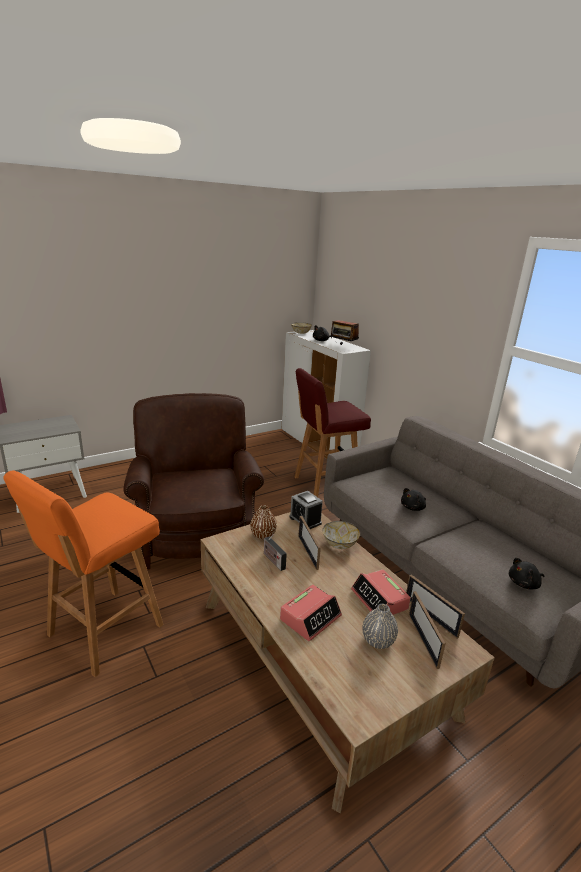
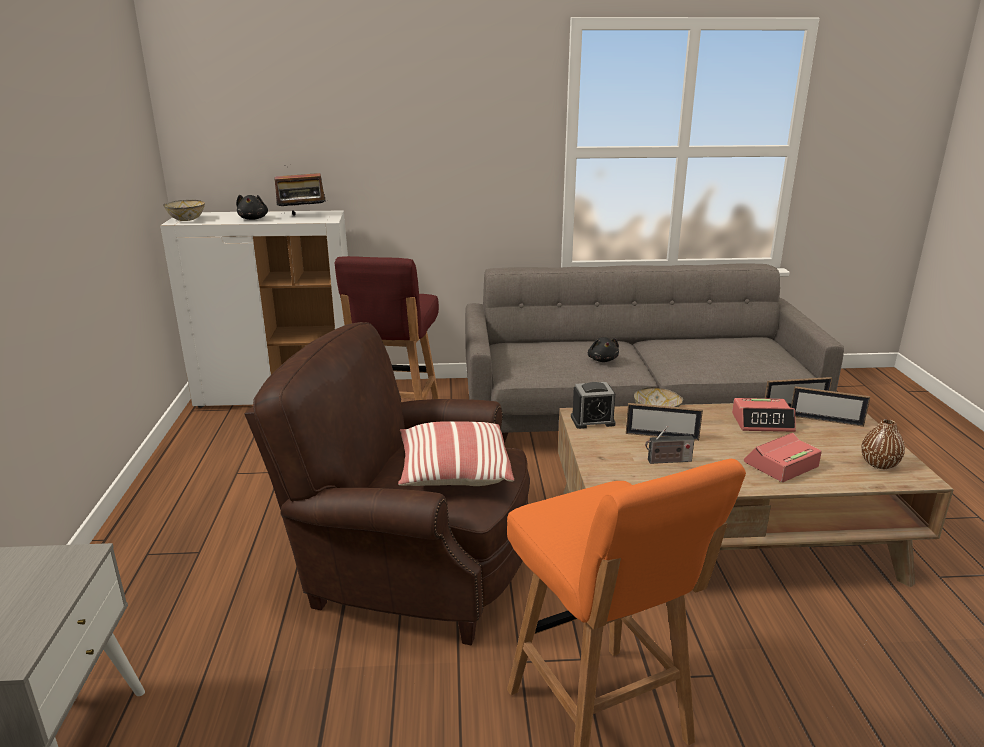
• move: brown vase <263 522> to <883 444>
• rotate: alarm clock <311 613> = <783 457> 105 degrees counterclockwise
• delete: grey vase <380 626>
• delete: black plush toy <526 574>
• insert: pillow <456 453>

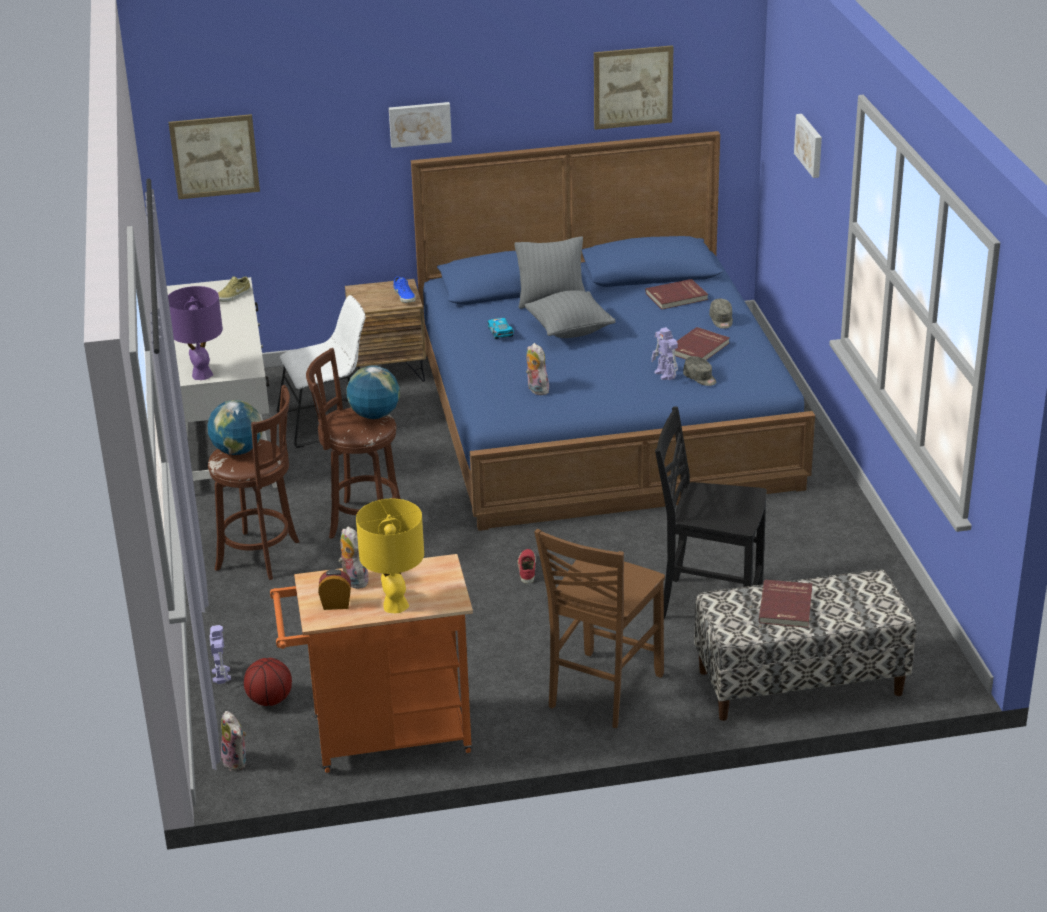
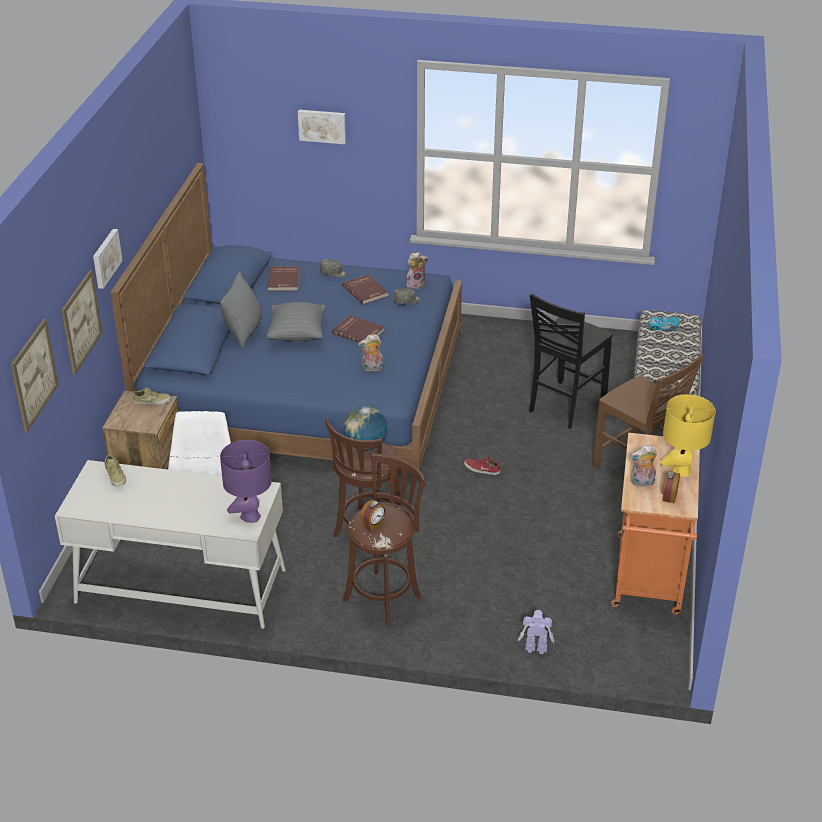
• replace: globe <235 427> to alarm clock <373 516>
• move: plush toy <233 741> to <418 270>
• delete: basketball <268 682>
• recolor: blue shoe <404 290> to beige shoe <152 396>
• move: toy car <501 328> to <664 324>
• move: picture <633 87> to <81 322>
• delete: toy robot <664 353>
• move: red book <785 604> to <358 329>

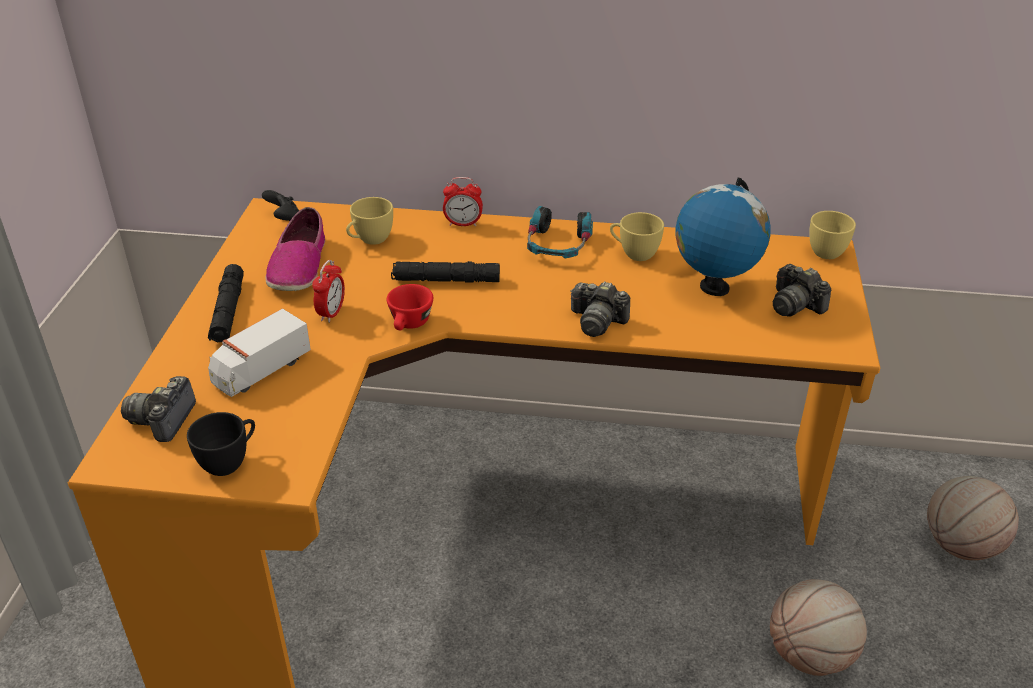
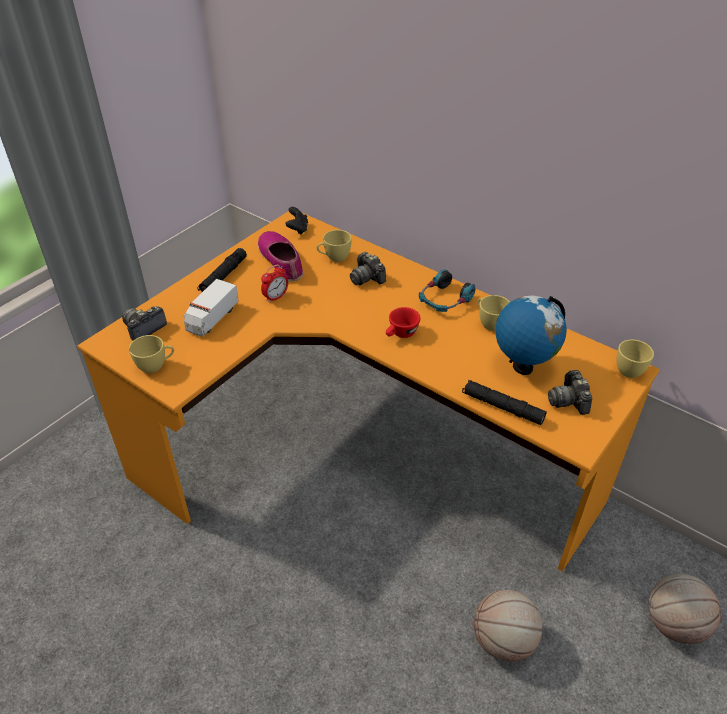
• recolor: black cup <221 444> to yellow cup <151 354>
• rotate: toy truck <259 352> = <211 308> 45 degrees counterclockwise
• rotate: shoe <295 249> = <281 256> 120 degrees clockwise
• move: red cup <409 307> to <403 322>
• move: black flashlight <445 271> to <504 402>
• delete: alarm clock <463 201>
• move: photo camera <600 309> to <368 268>

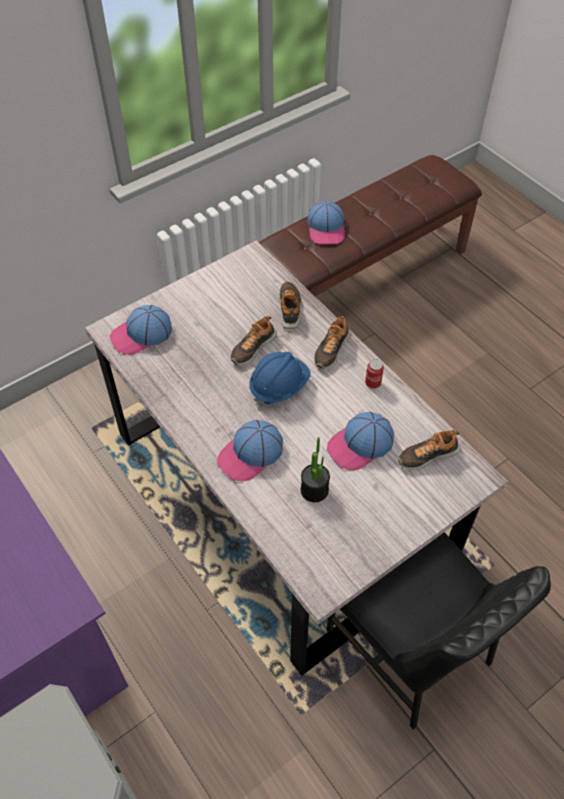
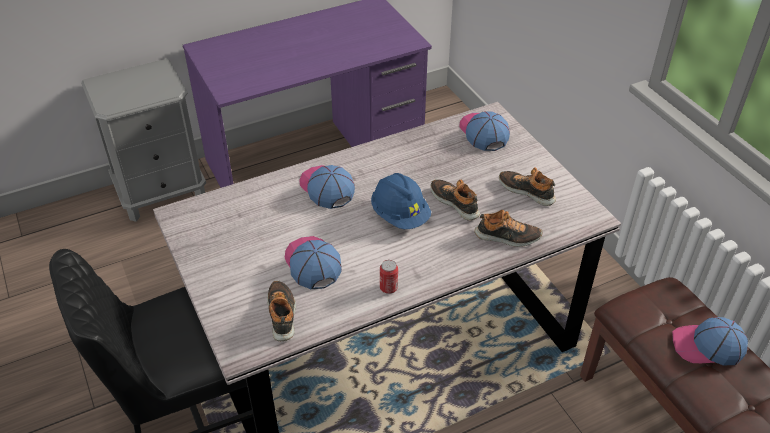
• delete: potted plant <315 469>
• move: shoe <332 342> to <527 186>

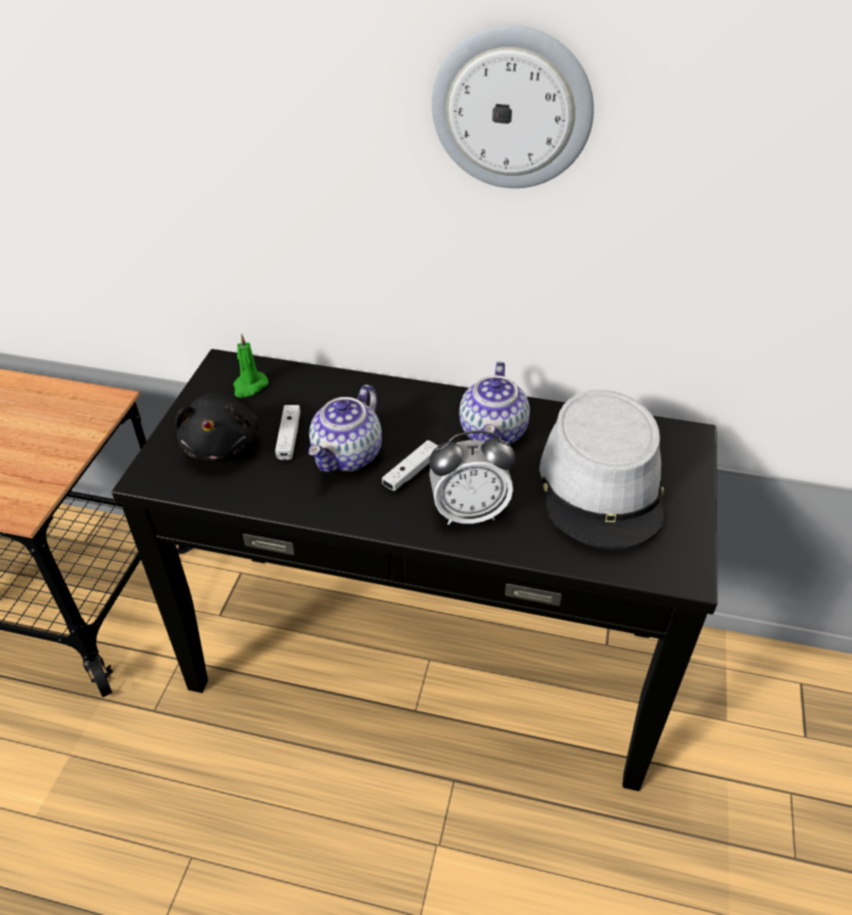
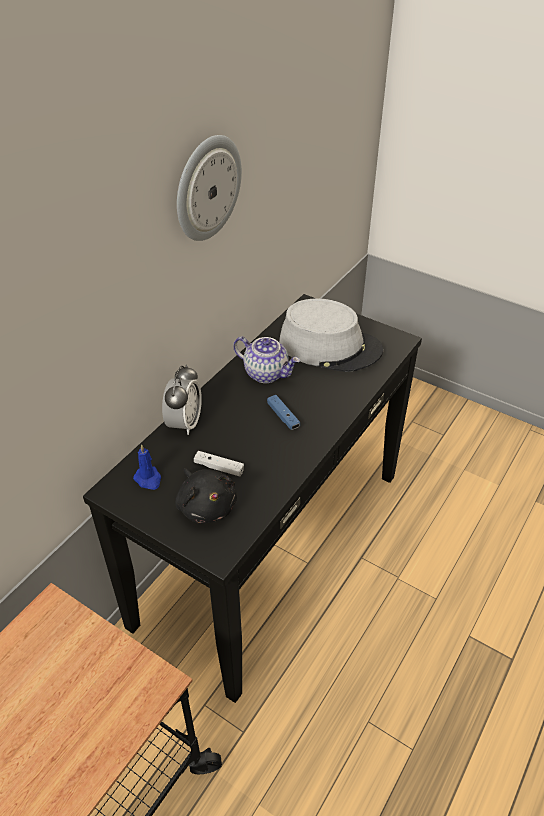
• rotate: black plush toy <217 427> = <206 496> 45 degrees clockwise
• recolor: green candle <251 366> to blue candle <147 467>
• delete: teapot <345 428>
• recolor: white game controller <410 465> to blue game controller <283 412>
• move: alarm clock <472 478> to <182 400>

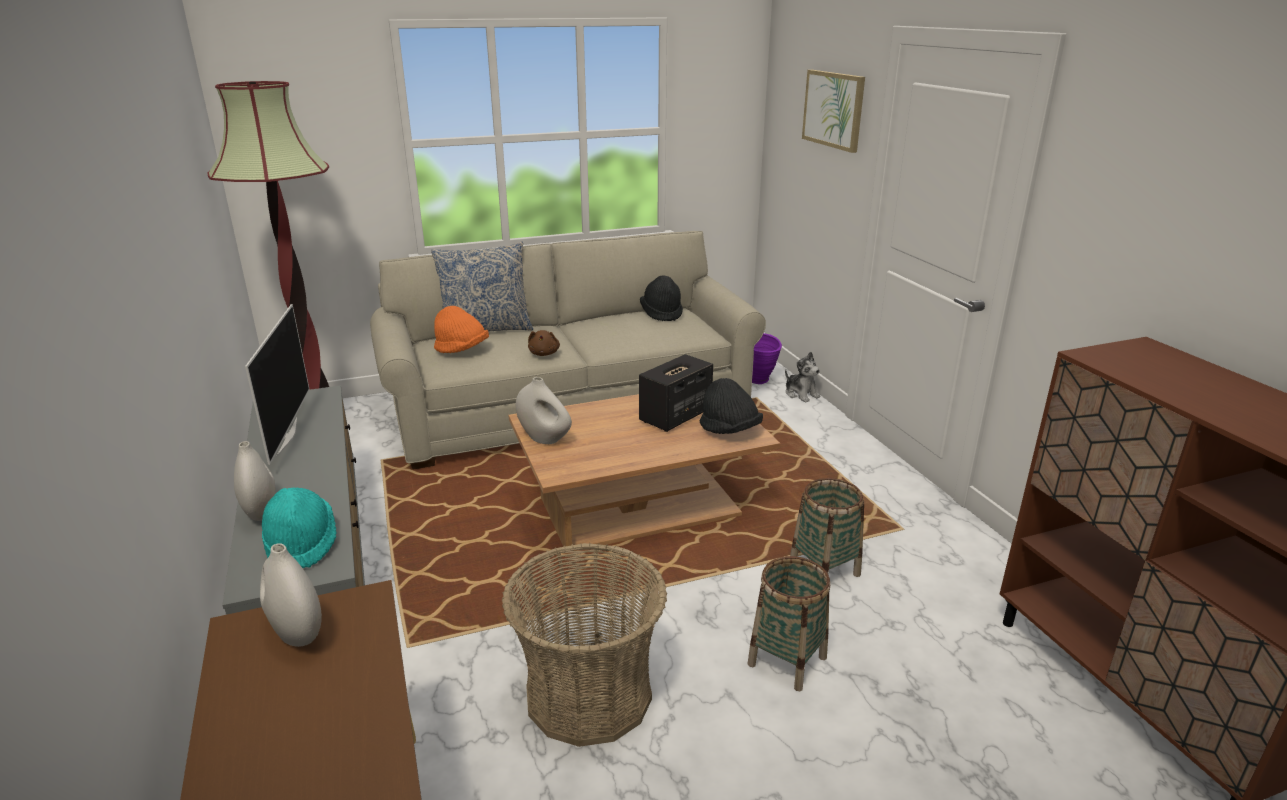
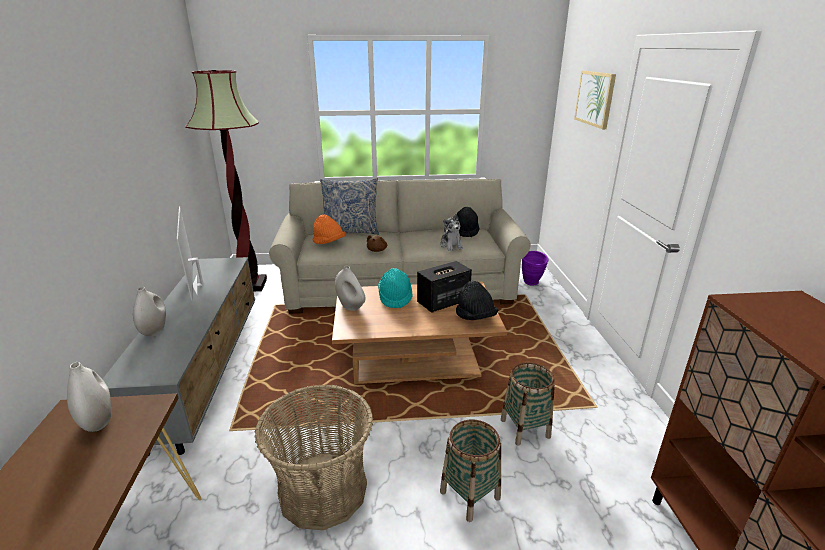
• rotate: television <277 384> = <190 253> 150 degrees clockwise
• move: turquoise hat <299 528> to <395 288>
• move: plush toy <802 377> to <452 232>

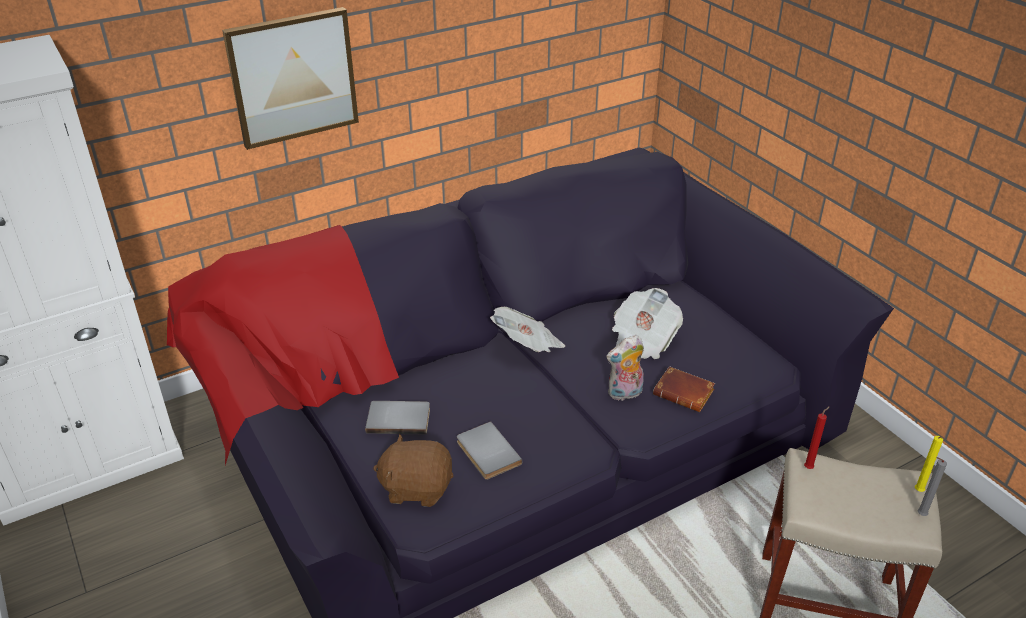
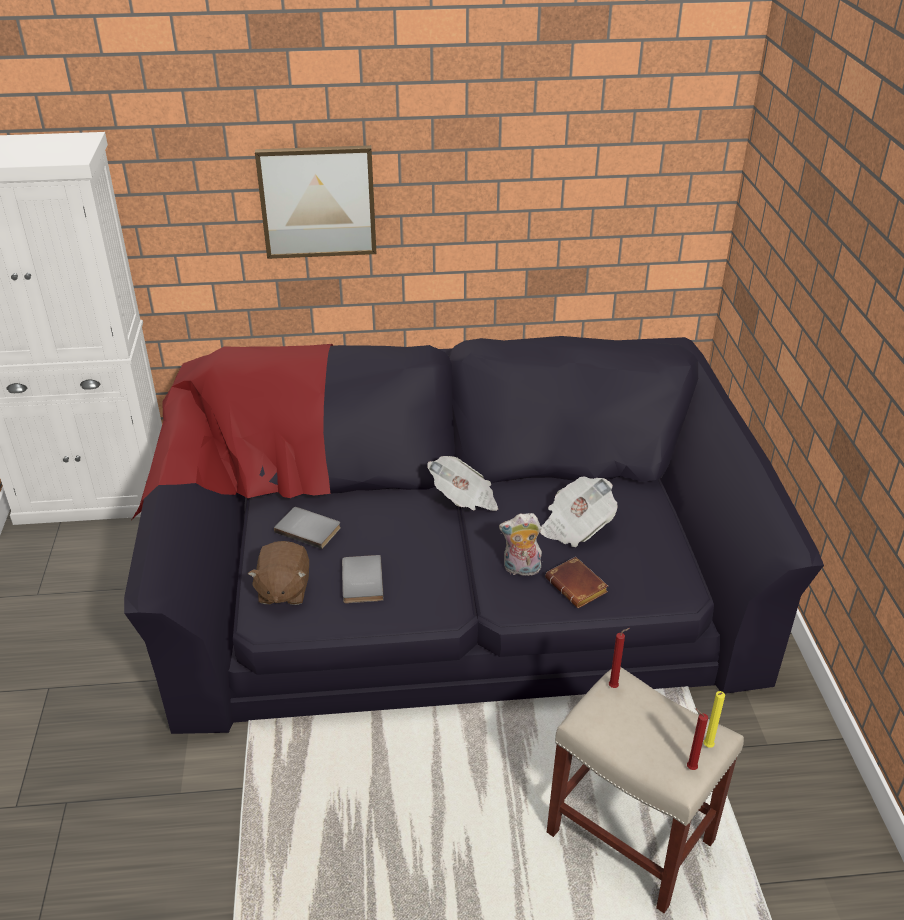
• rotate: brown plush toy <413 470> = <278 573> 120 degrees counterclockwise
• recolor: grey candle <932 486> to red candle <697 739>

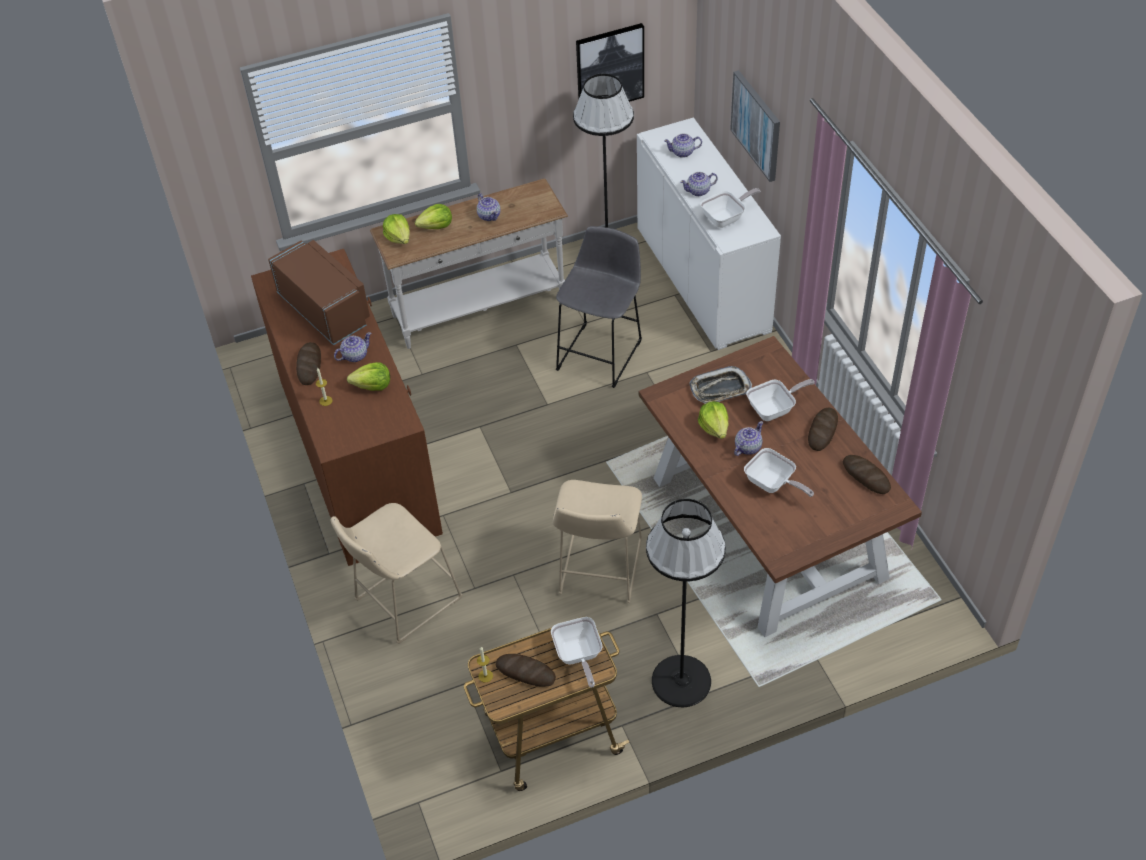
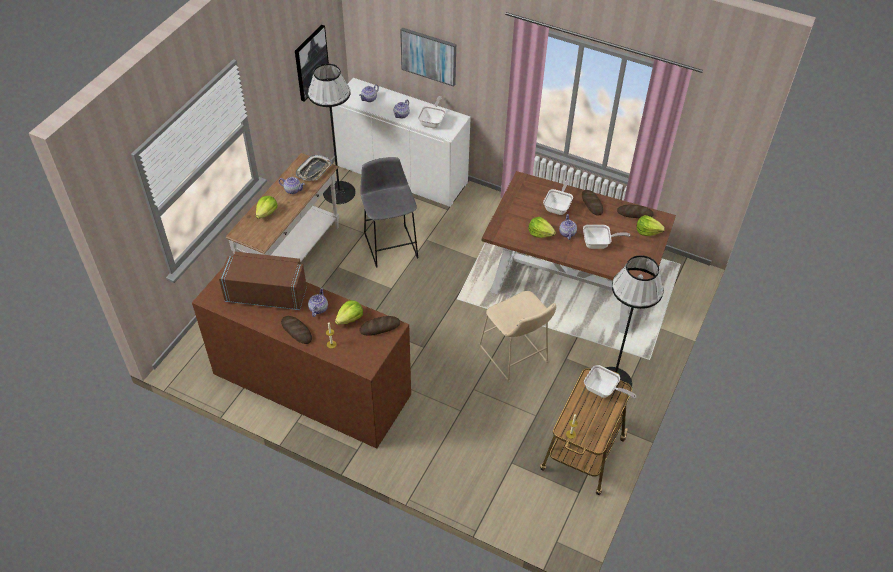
• delete: beige stool <397 573>
• move: lettuce <396 229> to <650 225>
• move: bread <526 670> to <380 326>
• move: tray <721 385> to <314 168>

